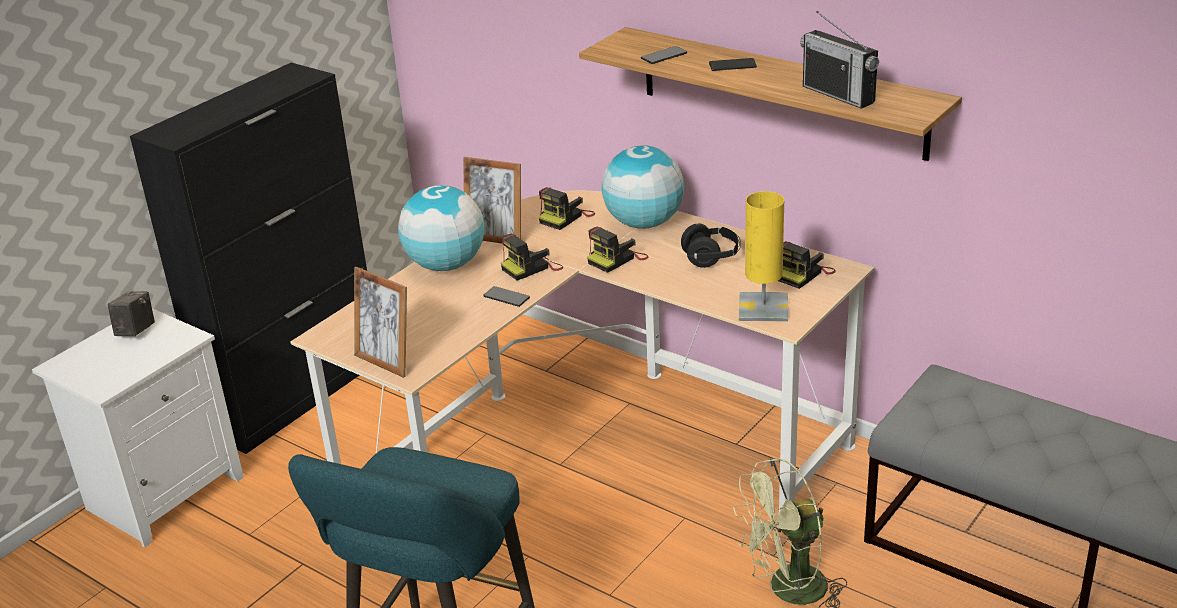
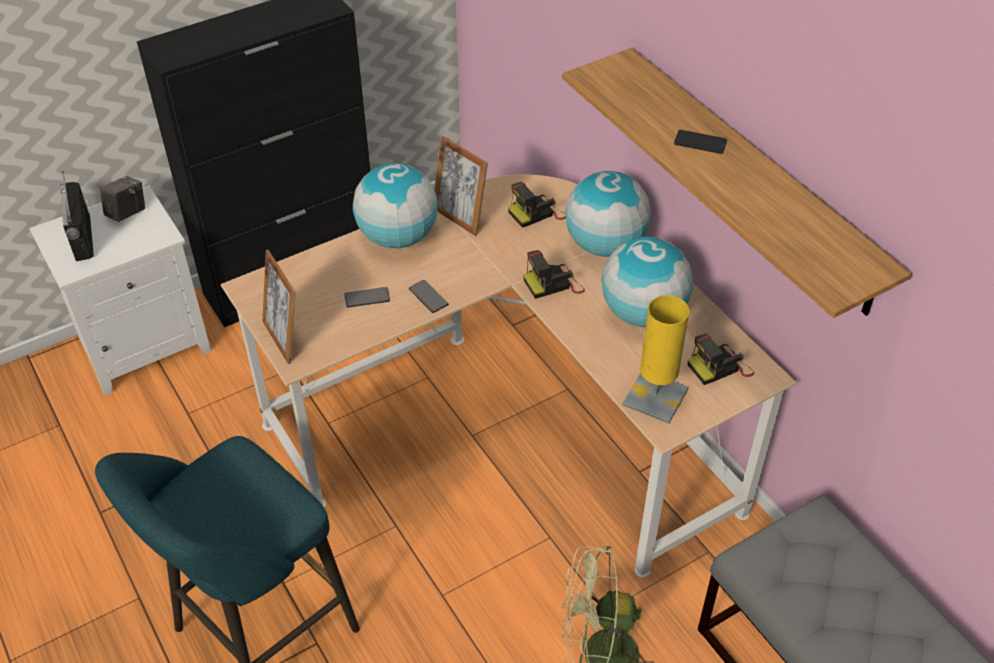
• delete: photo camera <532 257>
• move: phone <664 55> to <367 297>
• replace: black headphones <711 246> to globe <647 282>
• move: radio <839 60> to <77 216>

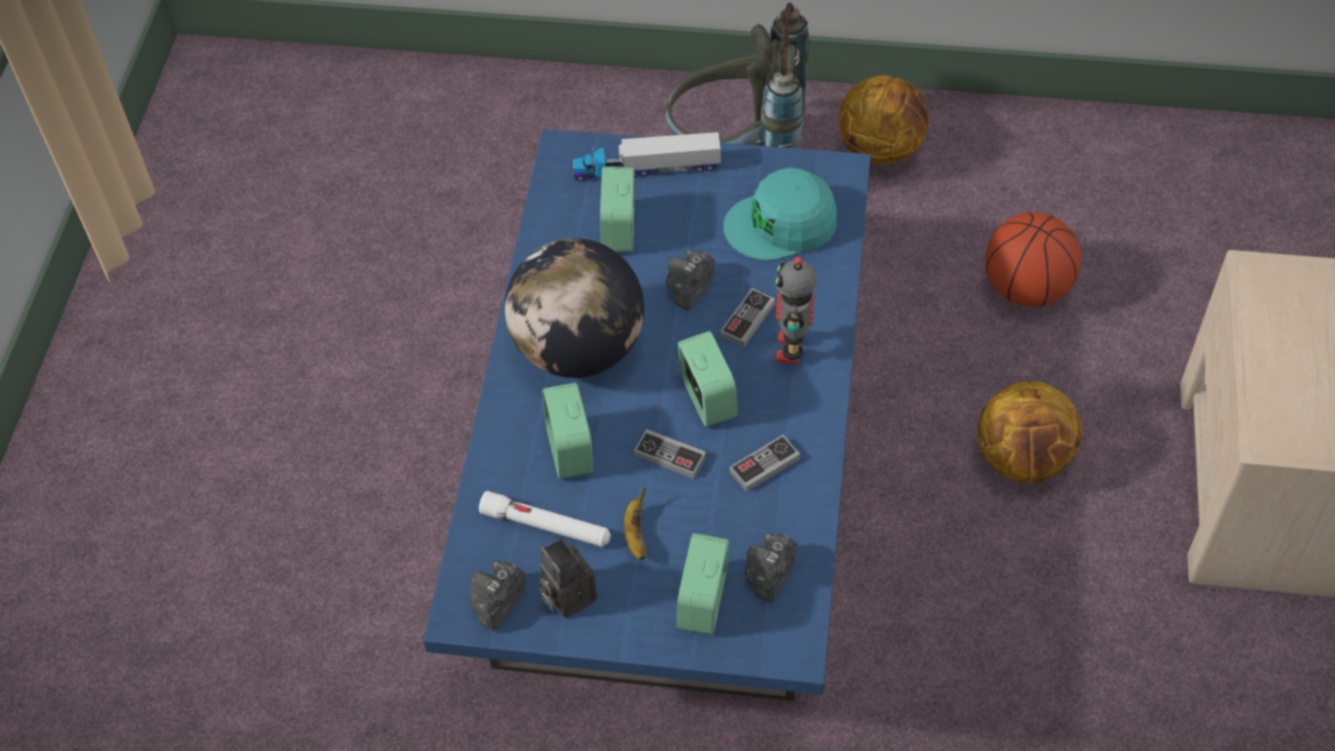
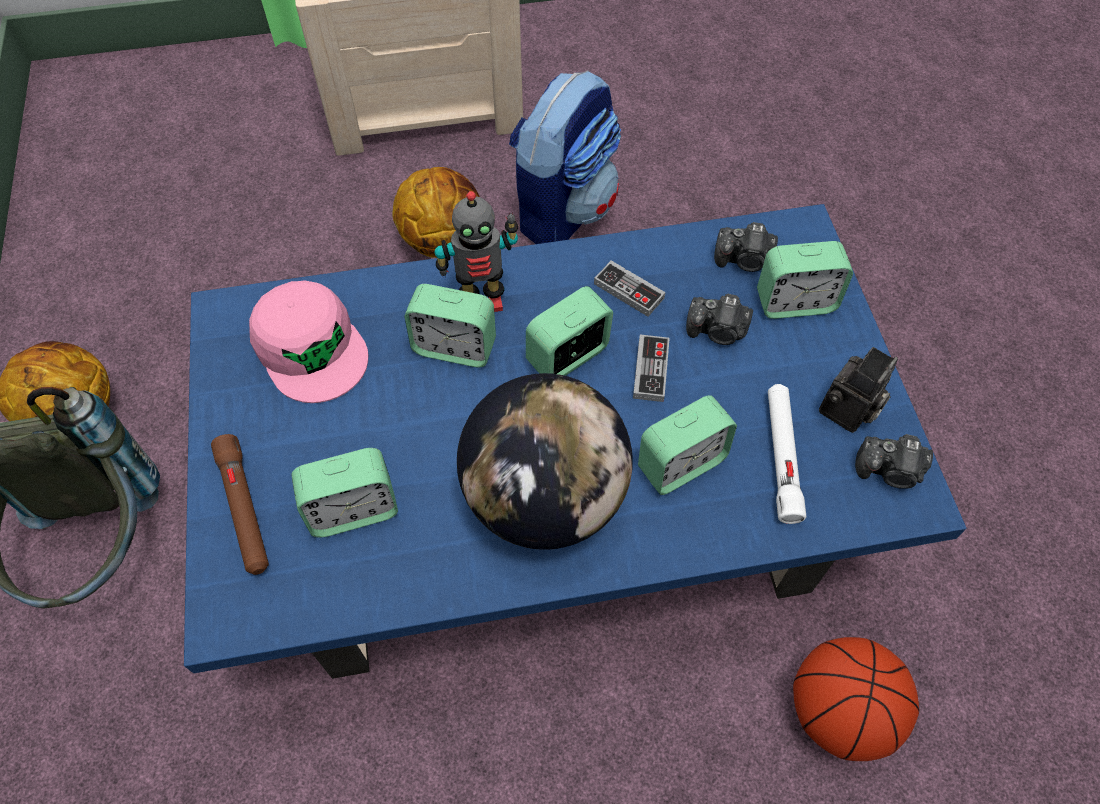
• replace: toy truck <647 156> to brown flashlight <240 504>
• delete: banana <635 523>
• move: photo camera <690 280> to <719 319>
• replace: game controller <747 317> to alarm clock <450 325>
• recolor: turquoise cap <780 214> to pink cap <308 341>
• move: basketball <1033 259> to <856 699>
• insert: backpack <565 157>

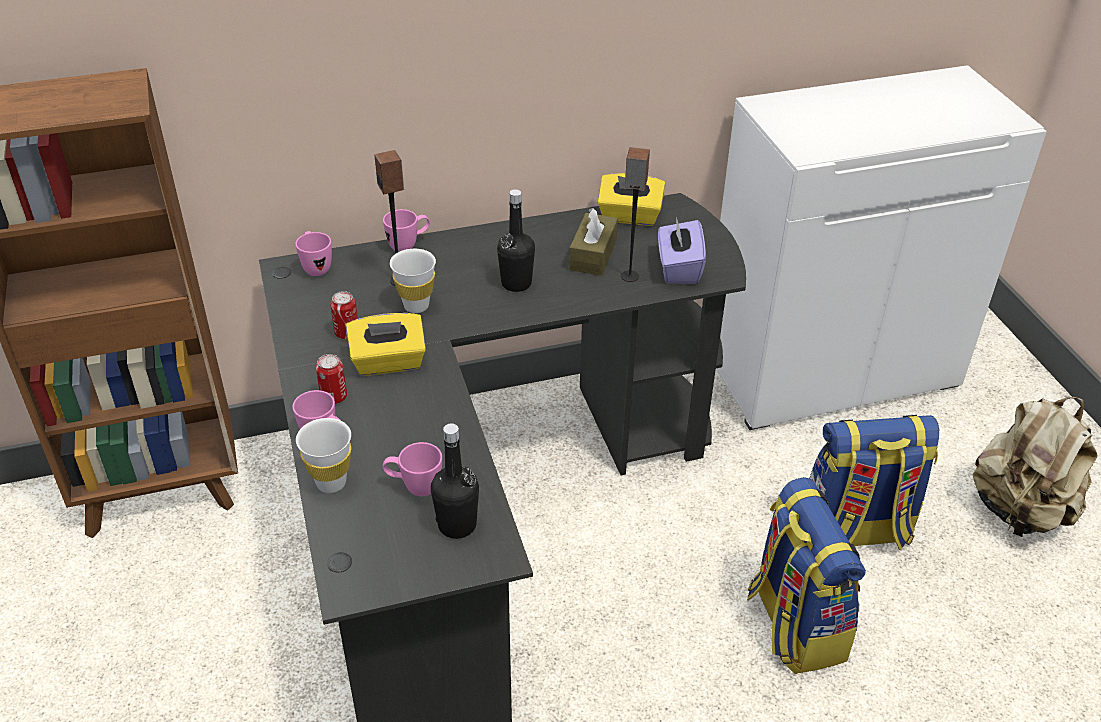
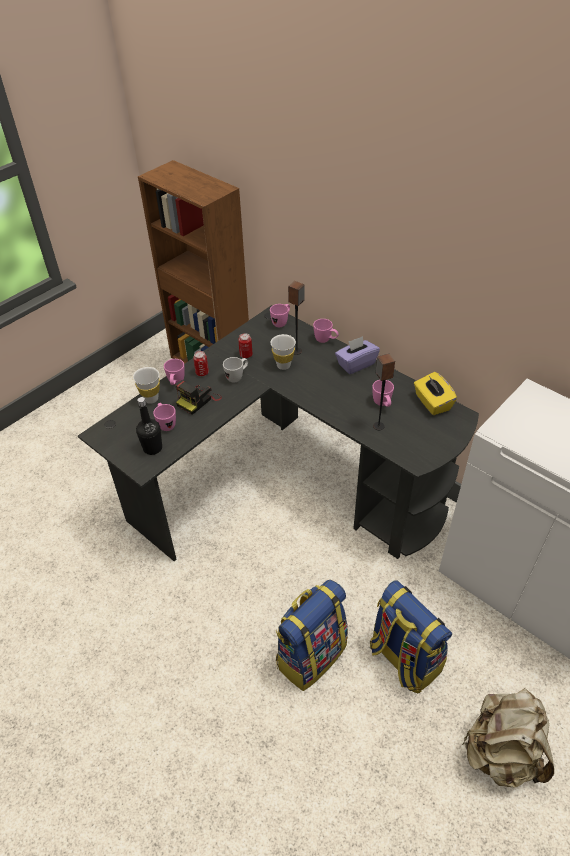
• replace: yellow tissue box <386 344> to white mug <235 370>
• delete: black bottle <516 240>
• replace: brown tissue box <593 242> to pink mug <383 393>
• move: purple tissue box <682 250> to <357 355>
• insert: photo camera <198 397>

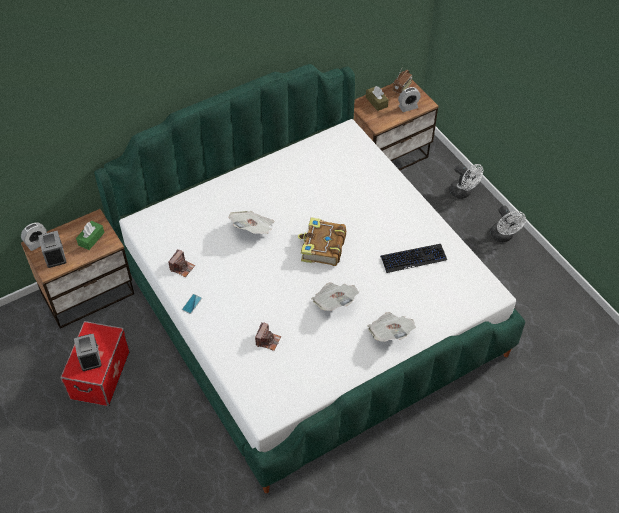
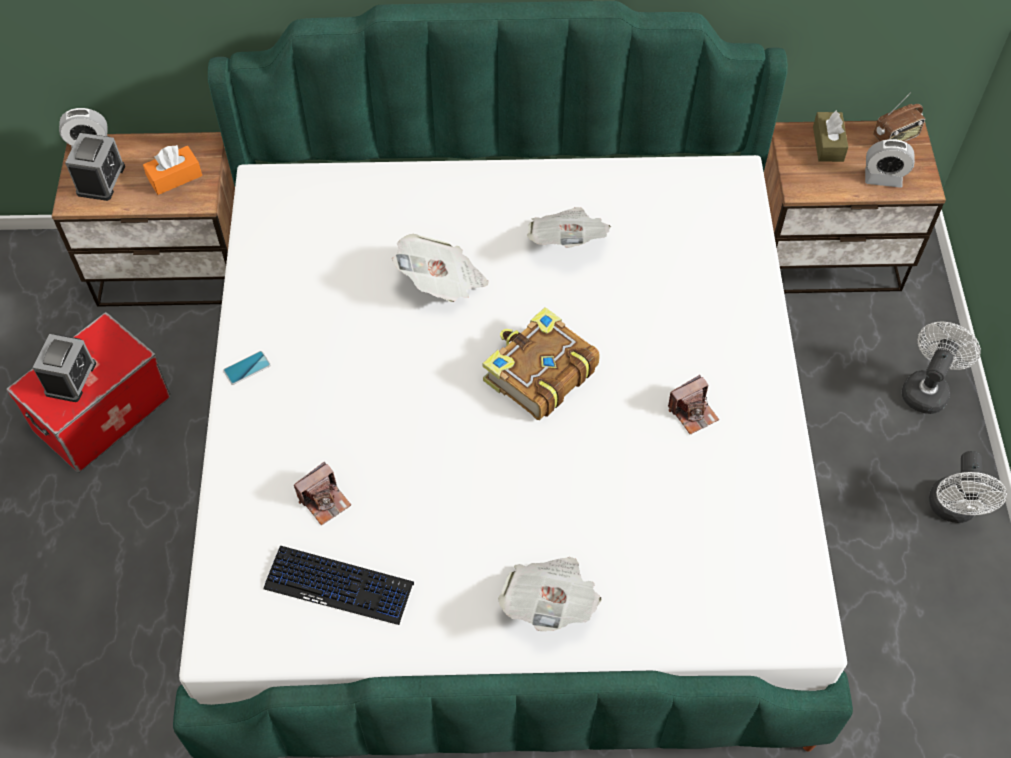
• recolor: green tissue box <90 235> to orange tissue box <172 170>
• move: photo camera <181 263> to <693 404>
• move: newspaper <335 296> to <569 227>
• move: keyboard <413 258> to <339 585>
• rotate: white fan <466 181> = <941 368> 135 degrees counterclockwise

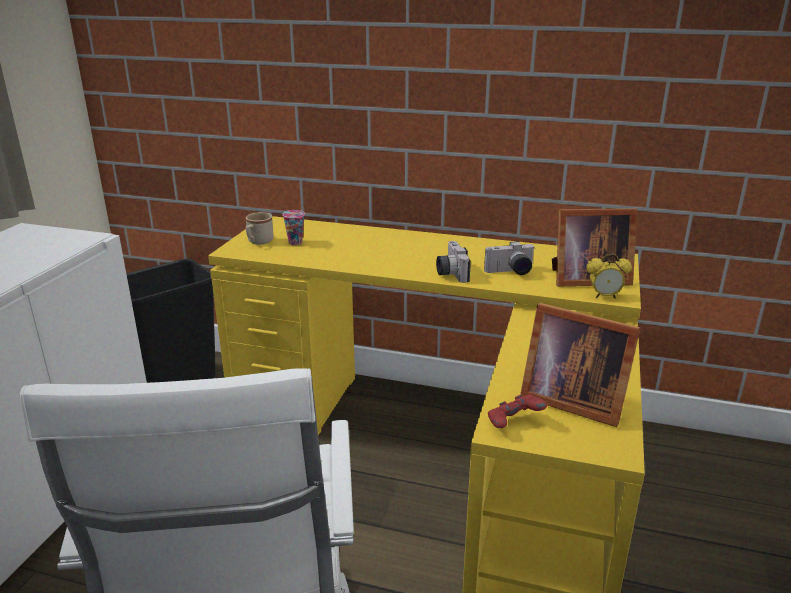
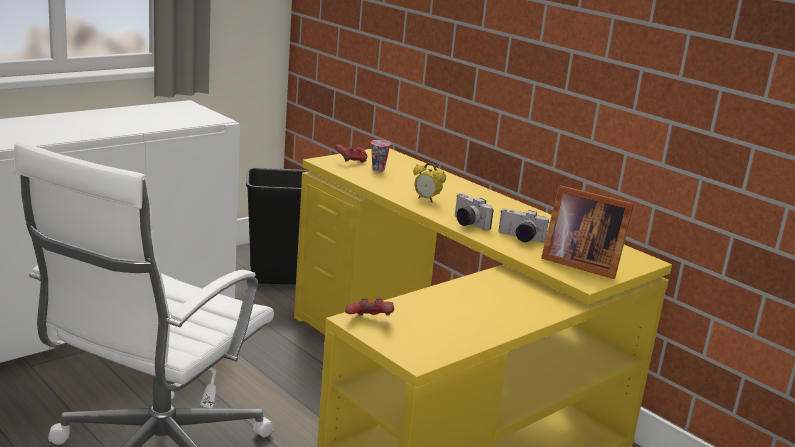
• replace: beige mug <259 228> to red game controller <351 153>
• rotate: photo camera <453 262> = <474 211> 60 degrees counterclockwise
• delete: picture frame <580 365>
• move: alarm clock <609 276> to <429 182>

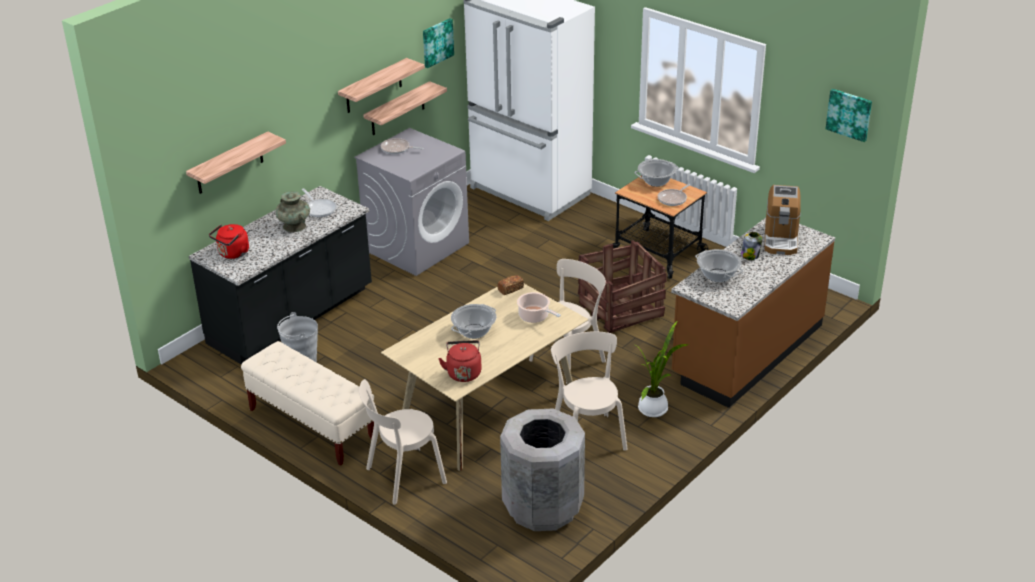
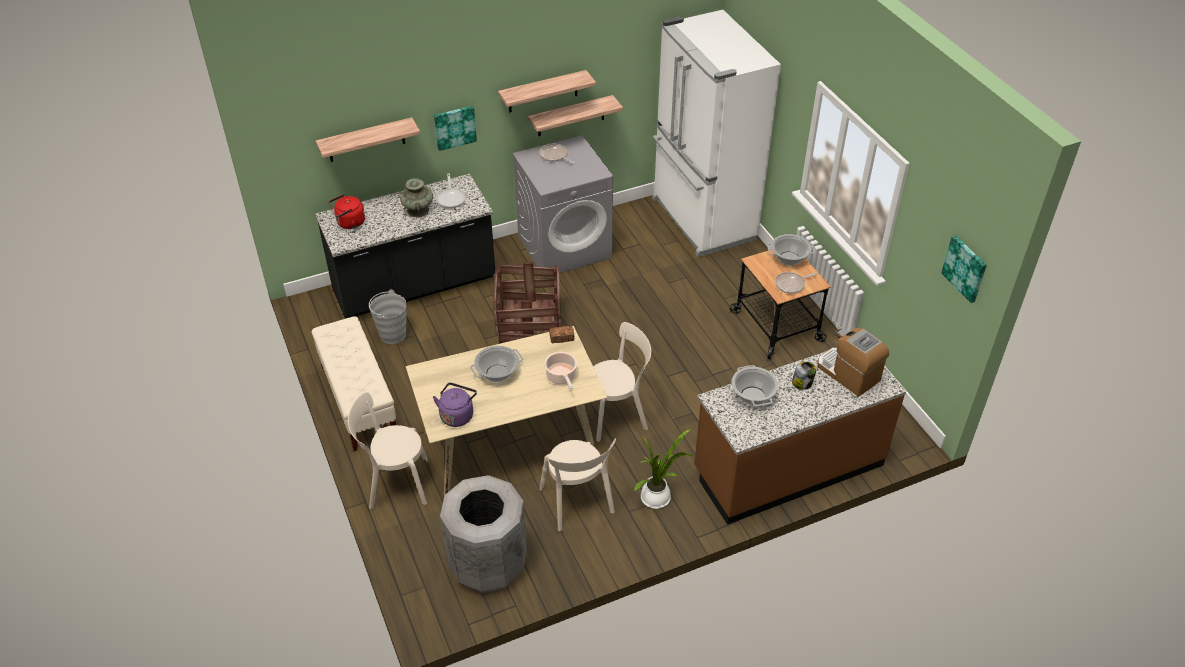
• move: picture <438 43> to <455 128>
• recolor: red kettle <460 361> to purple kettle <455 405>
• rotate: beige chair <589 391> = <577 484> 150 degrees clockwise
• move: crate <622 286> to <527 303>
• rotate: coffee machine <782 220> = <853 362> 105 degrees clockwise

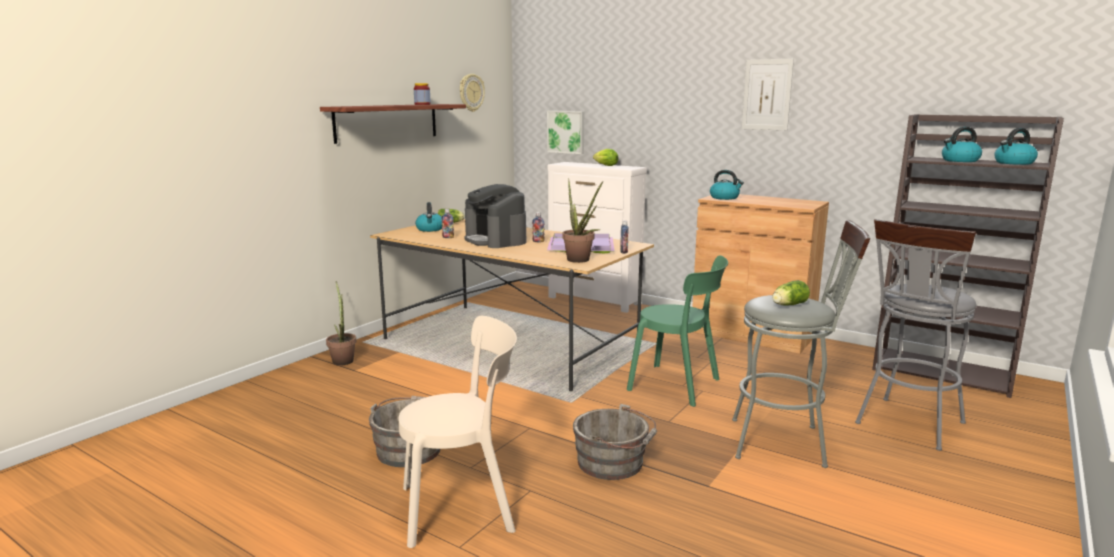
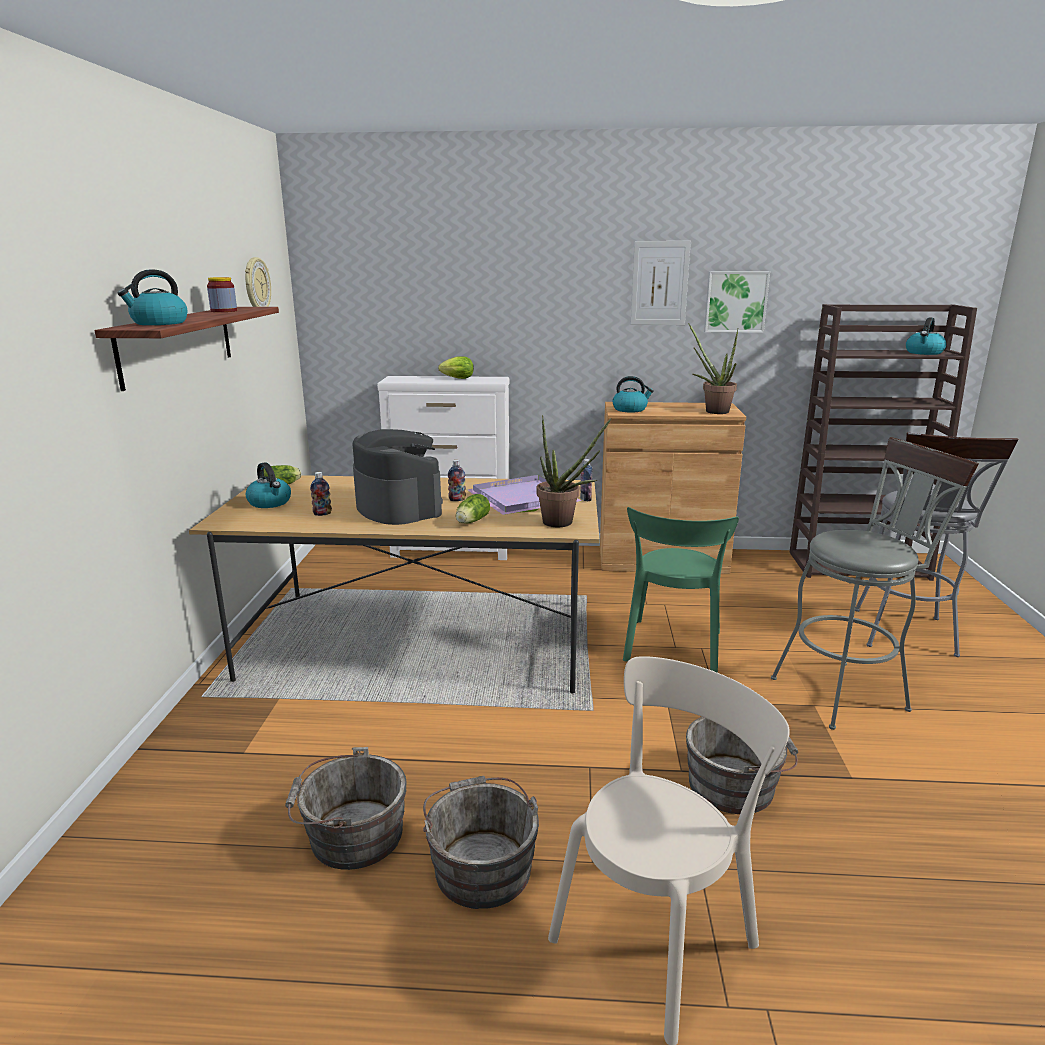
• move: potted plant <341 323> to <713 368>
• rotate: coffee machine <495 216> = <397 477> 150 degrees counterclockwise
• move: picture <565 132> to <737 302>
• rotate: green chair <677 331> = <681 590> 105 degrees clockwise
• move: lettuce <791 293> to <473 508>
• move: kettle <962 144> to <153 297>
• insert: grey bucket <346 808>

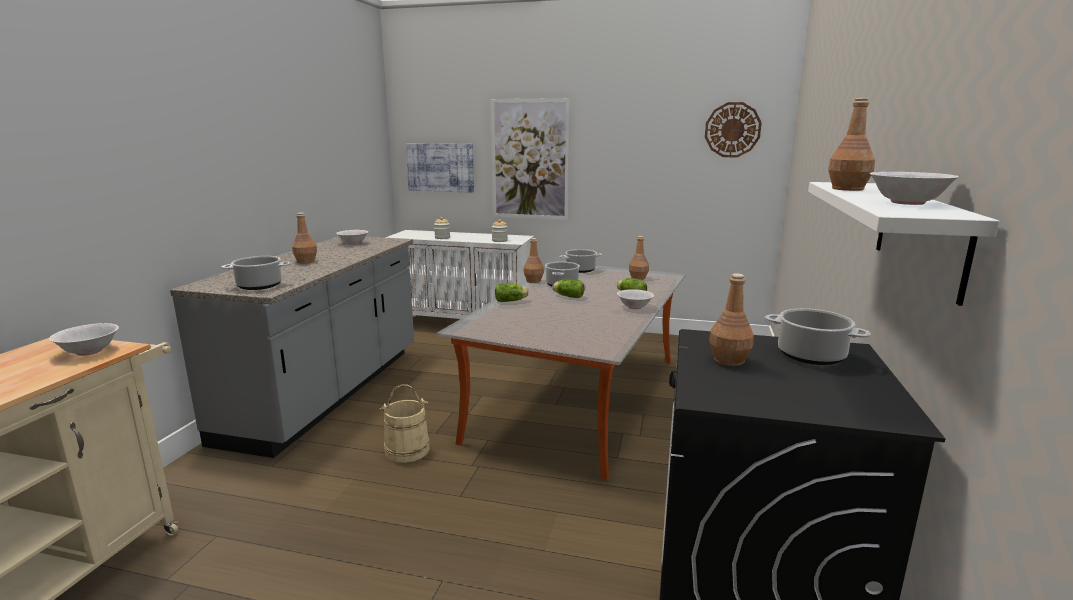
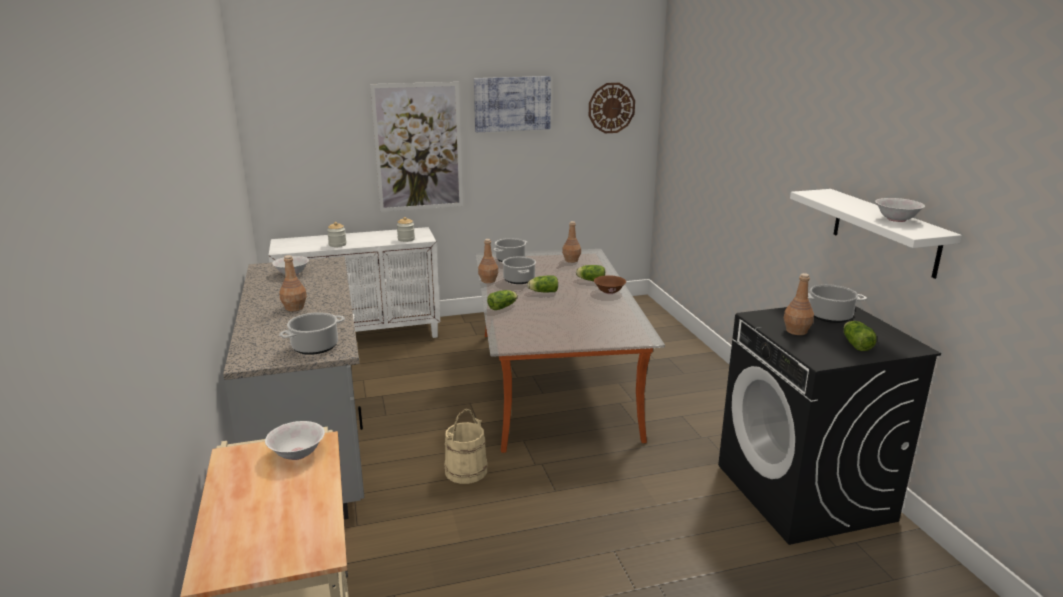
• move: picture <440 168> to <512 104>
• recolor: white bowl <635 299> to brown bowl <610 284>
• delete: brown bottle <851 144>
• insert: lettuce <860 336>

